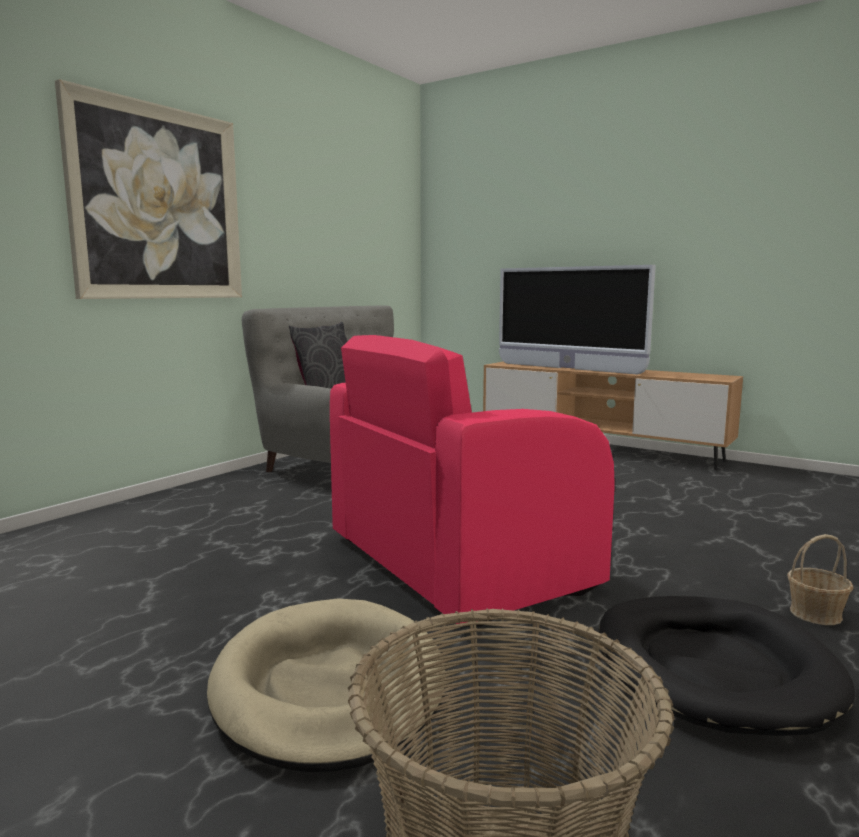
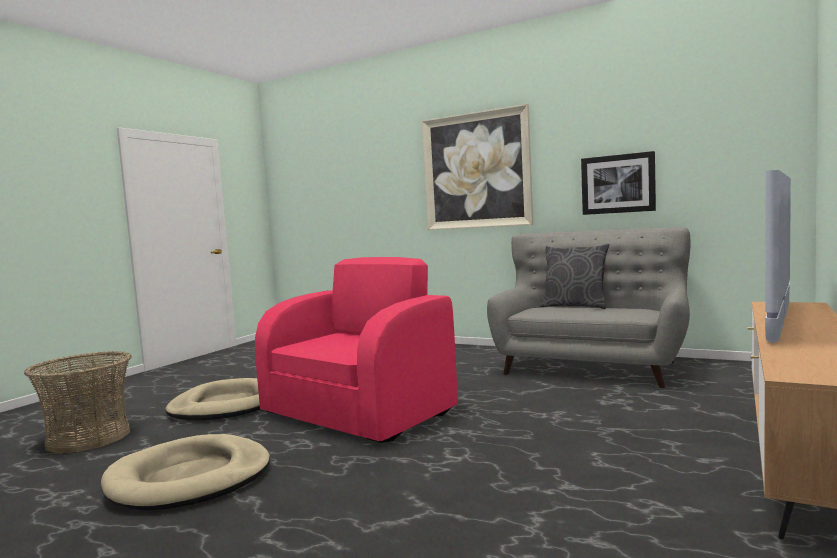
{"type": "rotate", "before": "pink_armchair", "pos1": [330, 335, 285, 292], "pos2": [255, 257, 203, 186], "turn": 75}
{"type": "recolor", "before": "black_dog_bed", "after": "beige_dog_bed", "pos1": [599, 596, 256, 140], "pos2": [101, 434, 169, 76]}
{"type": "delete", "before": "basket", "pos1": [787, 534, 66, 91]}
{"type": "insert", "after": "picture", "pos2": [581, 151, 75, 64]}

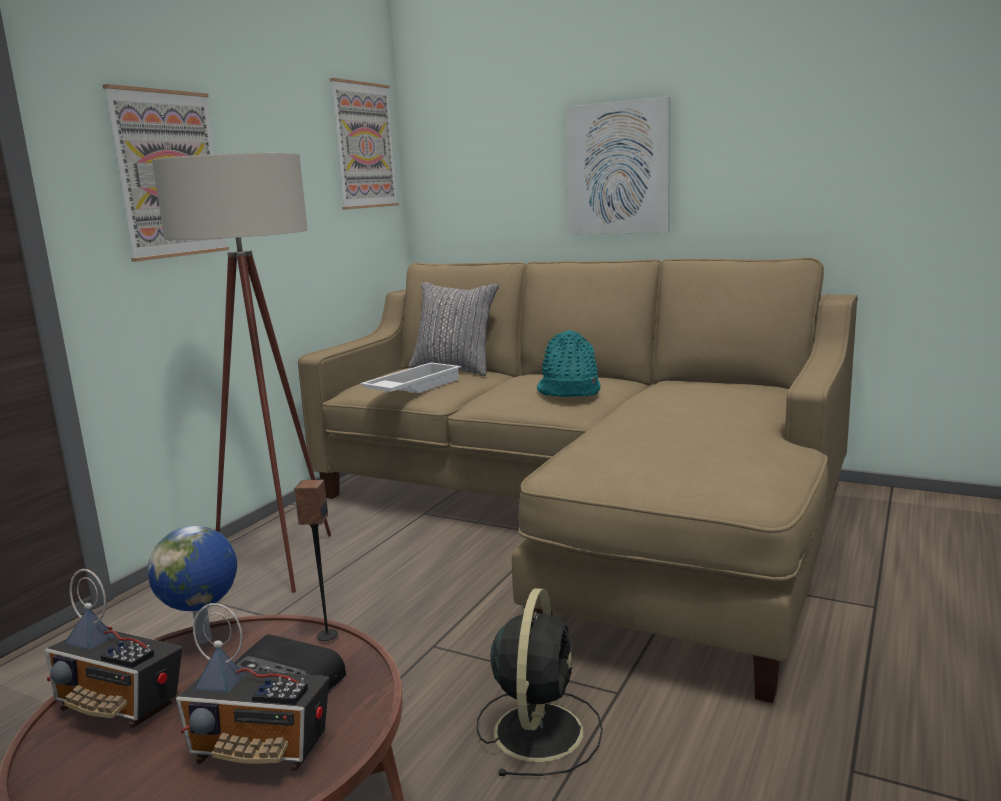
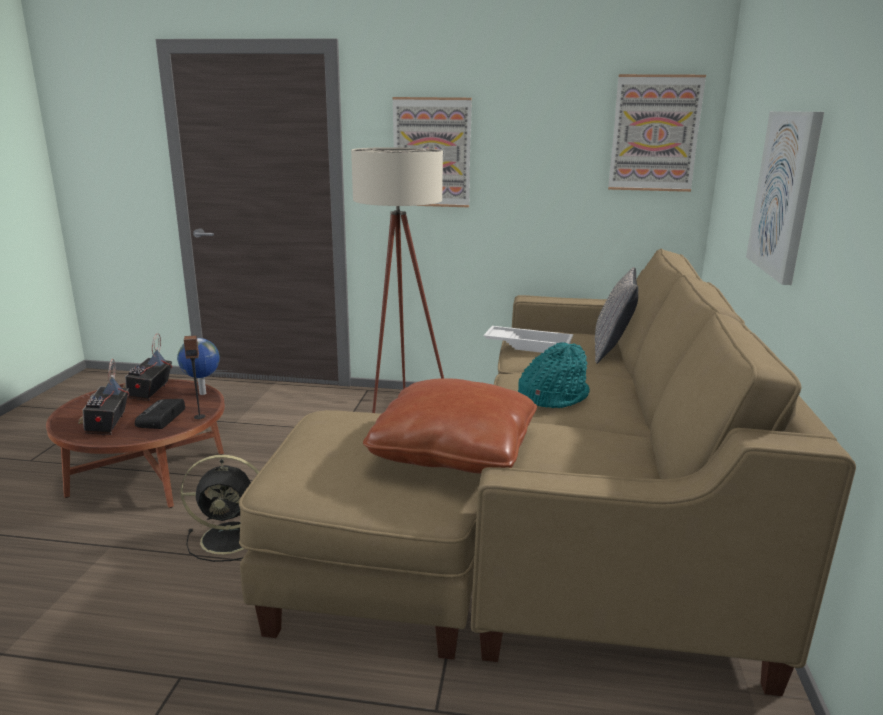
{"type": "insert", "after": "brown_pillow", "pos2": [363, 378, 174, 96]}

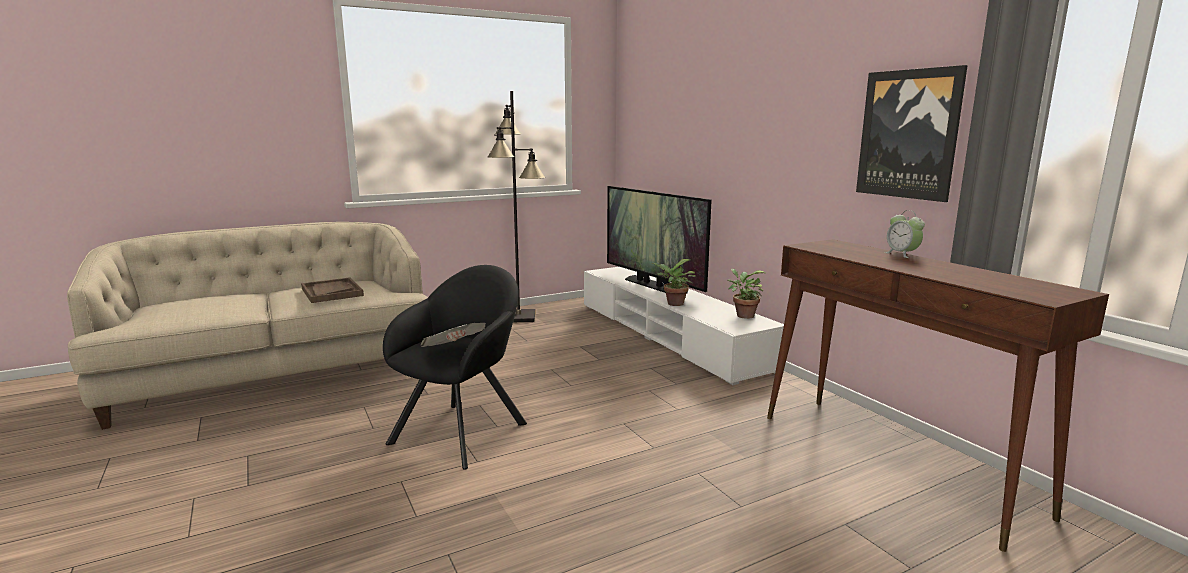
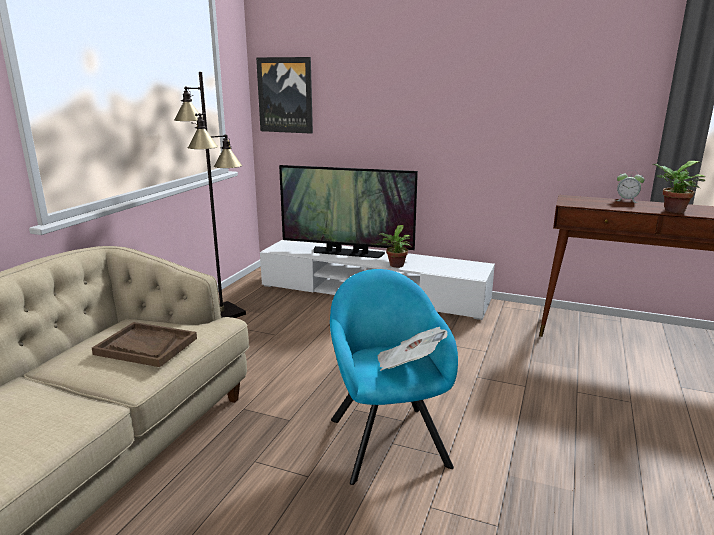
{"type": "recolor", "before": "black_armchair", "after": "turquoise_armchair", "pos1": [383, 265, 144, 205], "pos2": [330, 269, 128, 216]}
{"type": "move", "before": "potted_plant", "pos1": [727, 269, 38, 50], "pos2": [652, 161, 53, 52]}
{"type": "move", "before": "picture", "pos1": [856, 65, 112, 137], "pos2": [256, 57, 57, 77]}

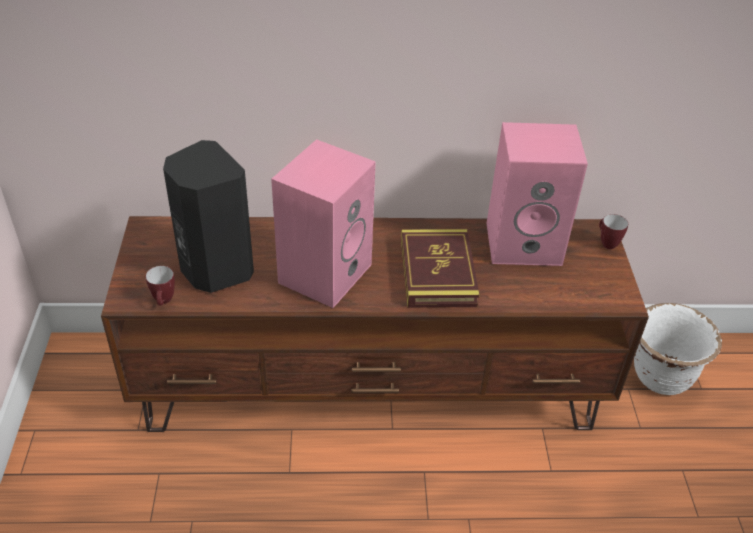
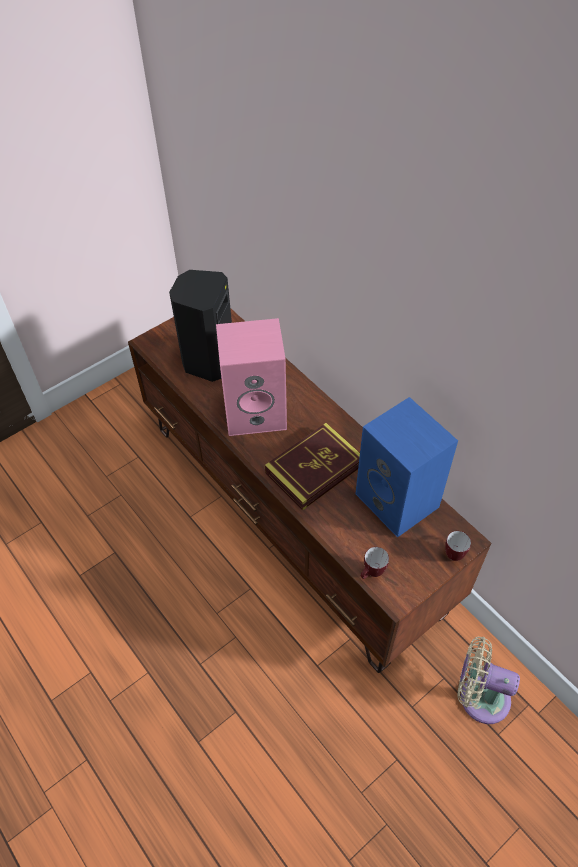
{"type": "move", "before": "mug", "pos1": [146, 266, 29, 40], "pos2": [361, 547, 28, 32]}
{"type": "recolor", "before": "pink_speaker", "after": "blue_speaker", "pos1": [486, 122, 102, 144], "pos2": [355, 397, 103, 141]}
{"type": "replace", "before": "white_planter", "after": "beige_fan", "pos1": [634, 303, 88, 92], "pos2": [457, 637, 63, 87]}

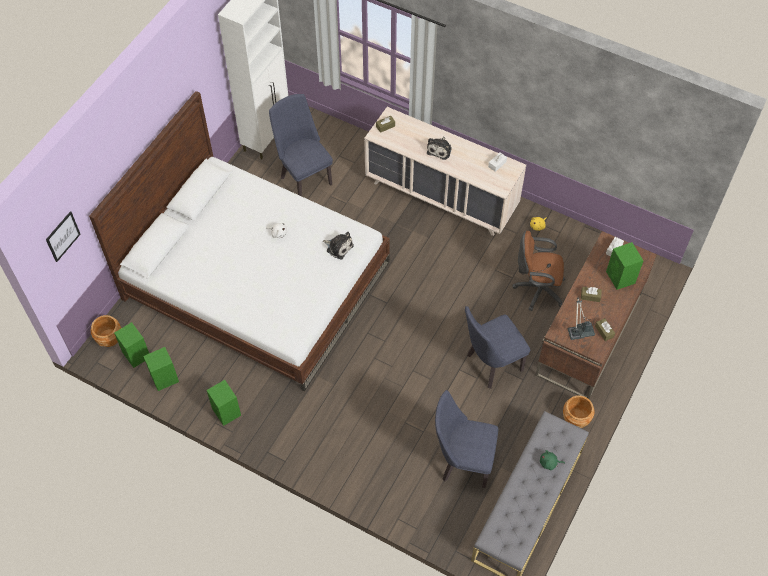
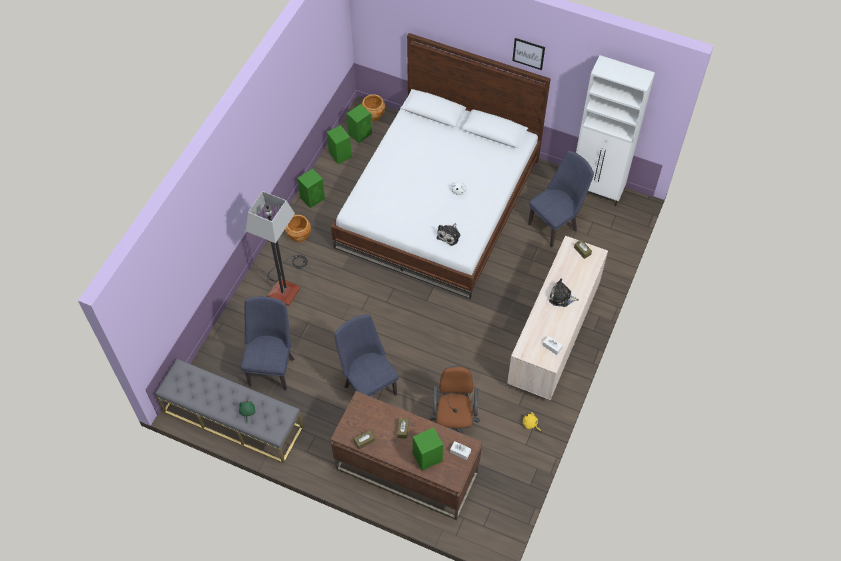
{"type": "move", "before": "picture", "pos1": [46, 211, 35, 51], "pos2": [512, 38, 33, 32]}
{"type": "move", "before": "brown_planter", "pos1": [563, 395, 32, 33], "pos2": [285, 215, 26, 27]}
{"type": "delete", "before": "table_lamp", "pos1": [568, 298, 27, 42]}
{"type": "insert", "after": "floor_lamp", "pos2": [245, 191, 63, 115]}

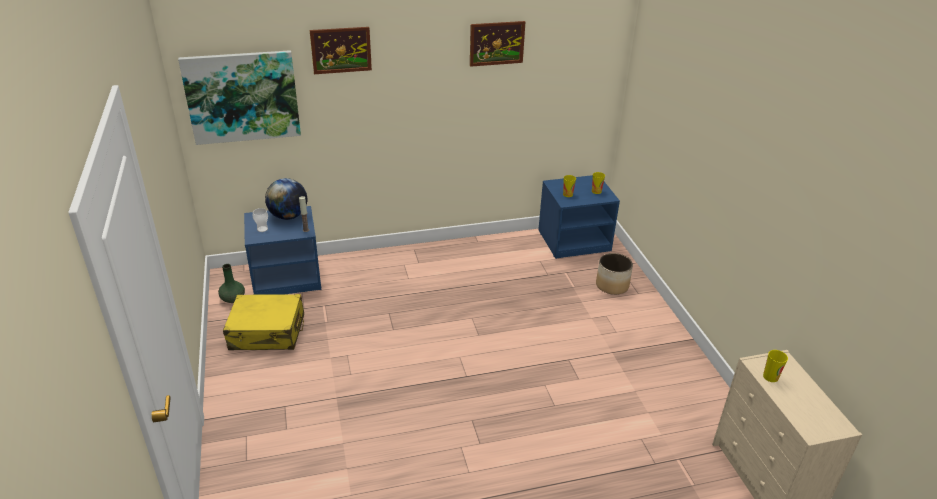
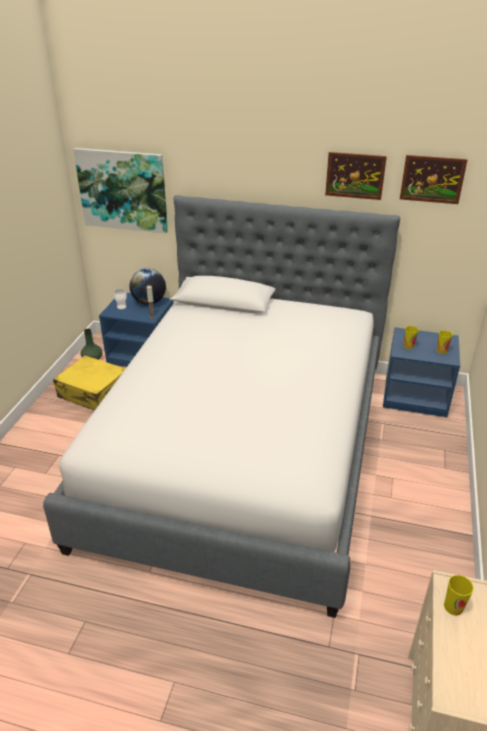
{"type": "move", "before": "picture", "pos1": [310, 27, 62, 47], "pos2": [400, 155, 67, 49]}
{"type": "delete", "before": "planter", "pos1": [596, 253, 37, 42]}
{"type": "insert", "after": "bed", "pos2": [43, 195, 357, 423]}

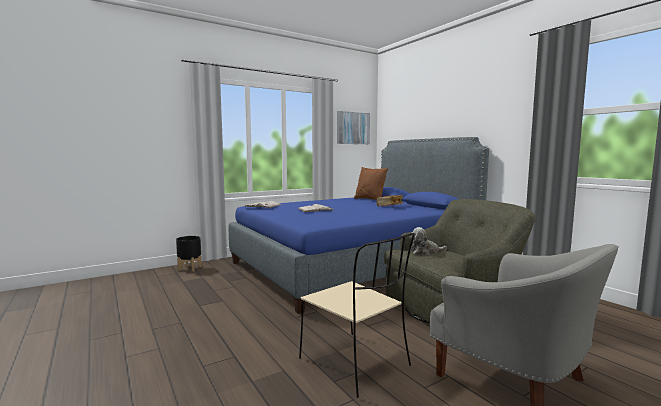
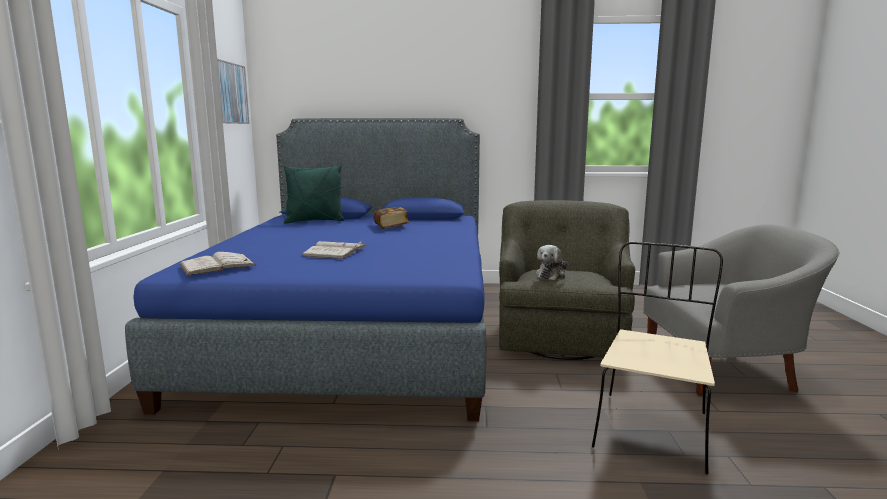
{"type": "delete", "before": "black_planter", "pos1": [176, 236, 26, 36]}
{"type": "rotate", "before": "beige_chair", "pos1": [299, 233, 116, 165], "pos2": [592, 242, 131, 232], "turn": -60}
{"type": "recolor", "before": "brown_pillow", "after": "green_pillow", "pos1": [354, 167, 34, 33], "pos2": [284, 166, 60, 58]}

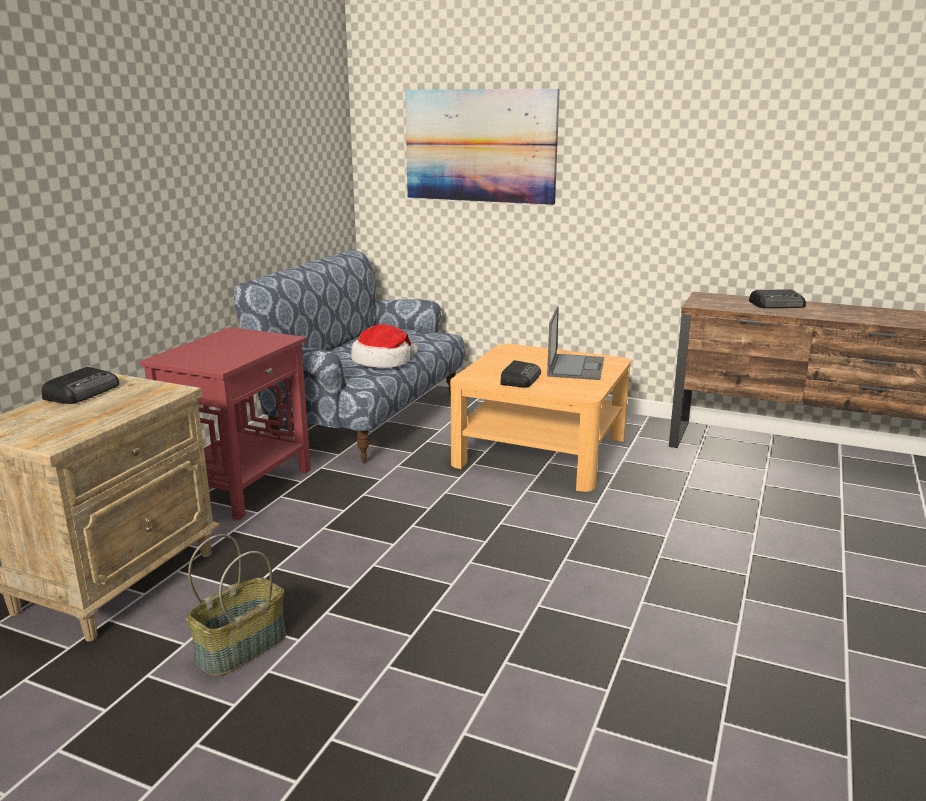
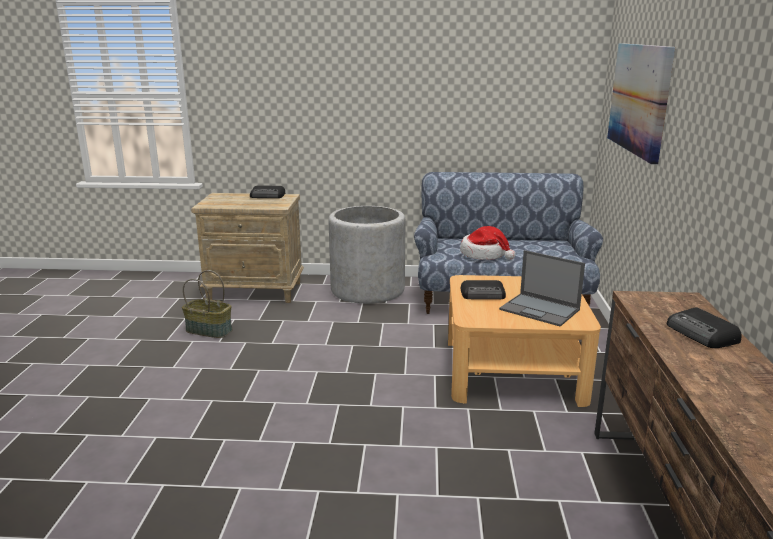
{"type": "replace", "before": "red_side_table", "after": "grey_planter", "pos1": [140, 327, 171, 193], "pos2": [329, 206, 77, 98]}
{"type": "rotate", "before": "laptop", "pos1": [547, 306, 57, 74], "pos2": [499, 250, 86, 77], "turn": 45}

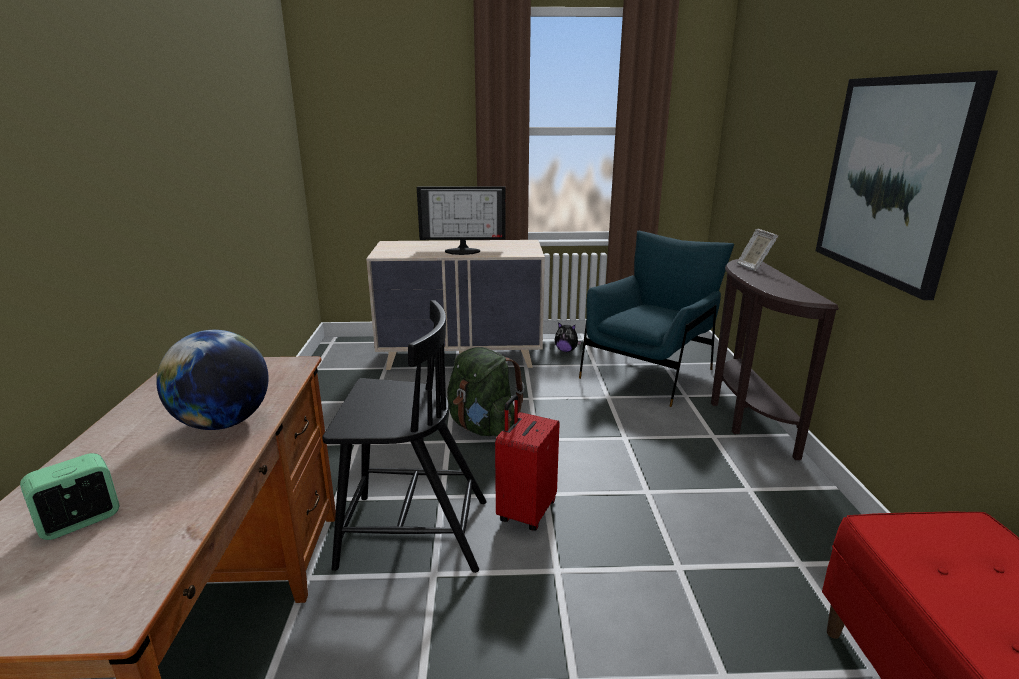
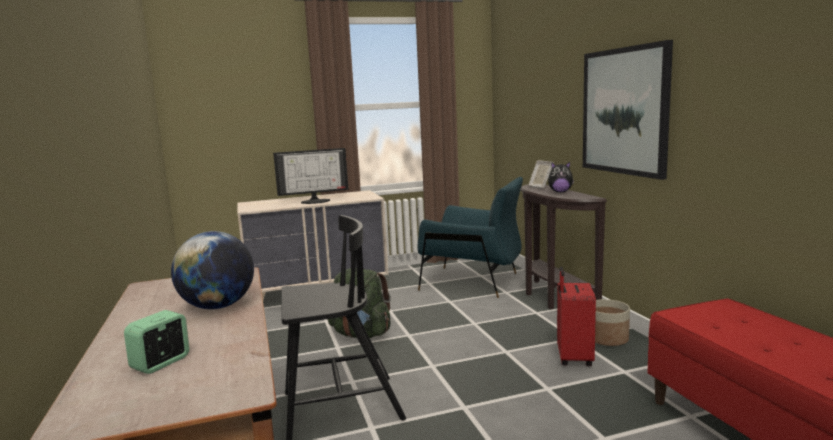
{"type": "move", "before": "red_suitcase", "pos1": [495, 395, 65, 136], "pos2": [557, 267, 39, 99]}
{"type": "move", "before": "plush_toy", "pos1": [555, 322, 27, 30], "pos2": [548, 162, 26, 31]}
{"type": "rotate", "before": "blue_armchair", "pos1": [579, 231, 155, 176], "pos2": [417, 177, 106, 121], "turn": 90}
{"type": "insert", "after": "planter", "pos2": [595, 299, 35, 47]}

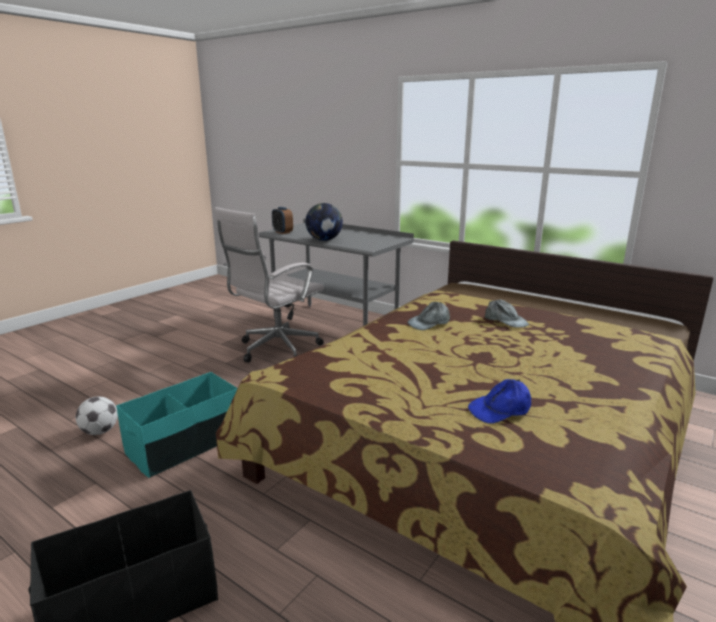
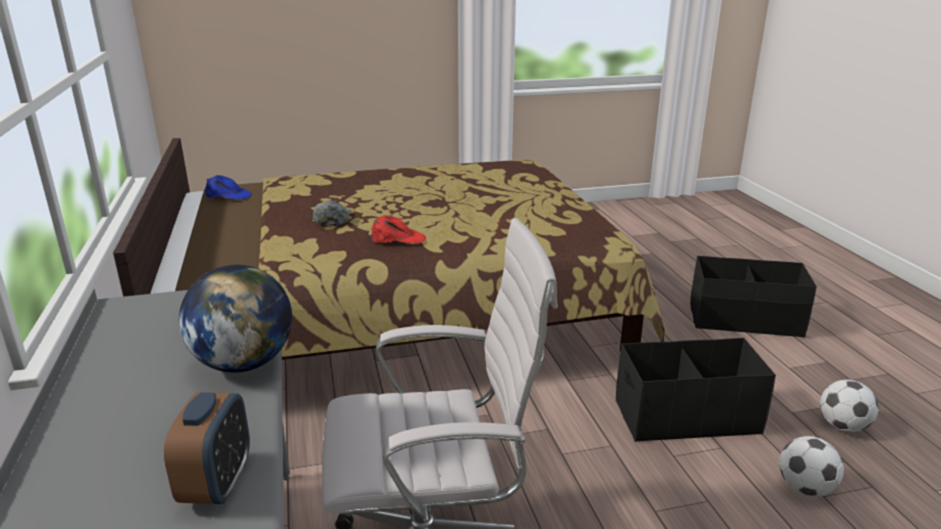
{"type": "recolor", "before": "turquoise_storage_box", "after": "black_storage_box", "pos1": [116, 372, 122, 106], "pos2": [616, 338, 160, 104]}
{"type": "recolor", "before": "grey_cap", "after": "red_cap", "pos1": [407, 302, 43, 28], "pos2": [371, 215, 55, 29]}
{"type": "move", "before": "blue_cap", "pos1": [468, 379, 63, 45], "pos2": [205, 175, 47, 25]}
{"type": "insert", "after": "football", "pos2": [820, 380, 58, 52]}

